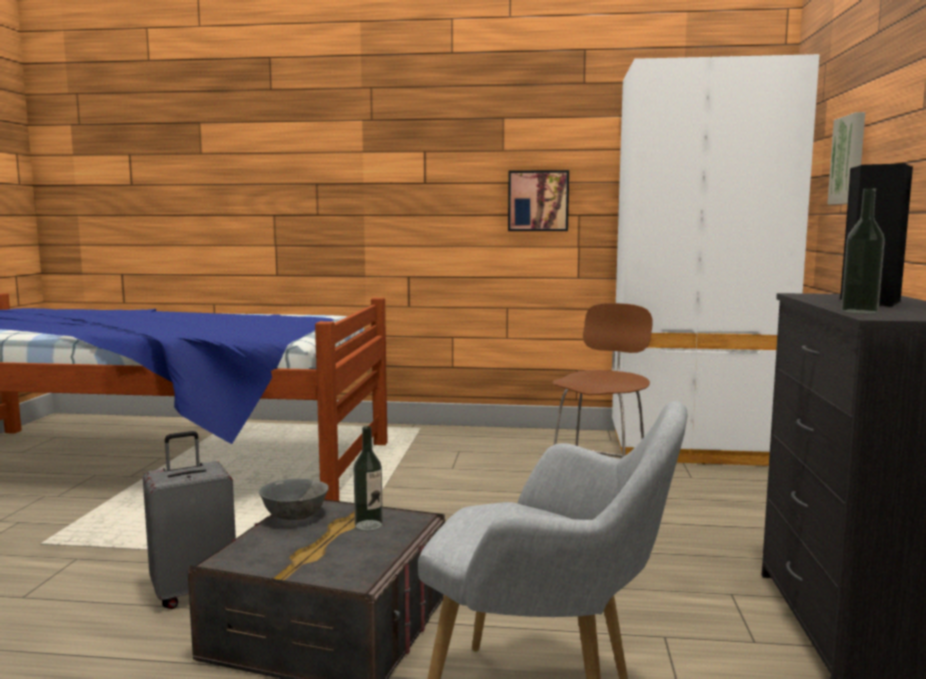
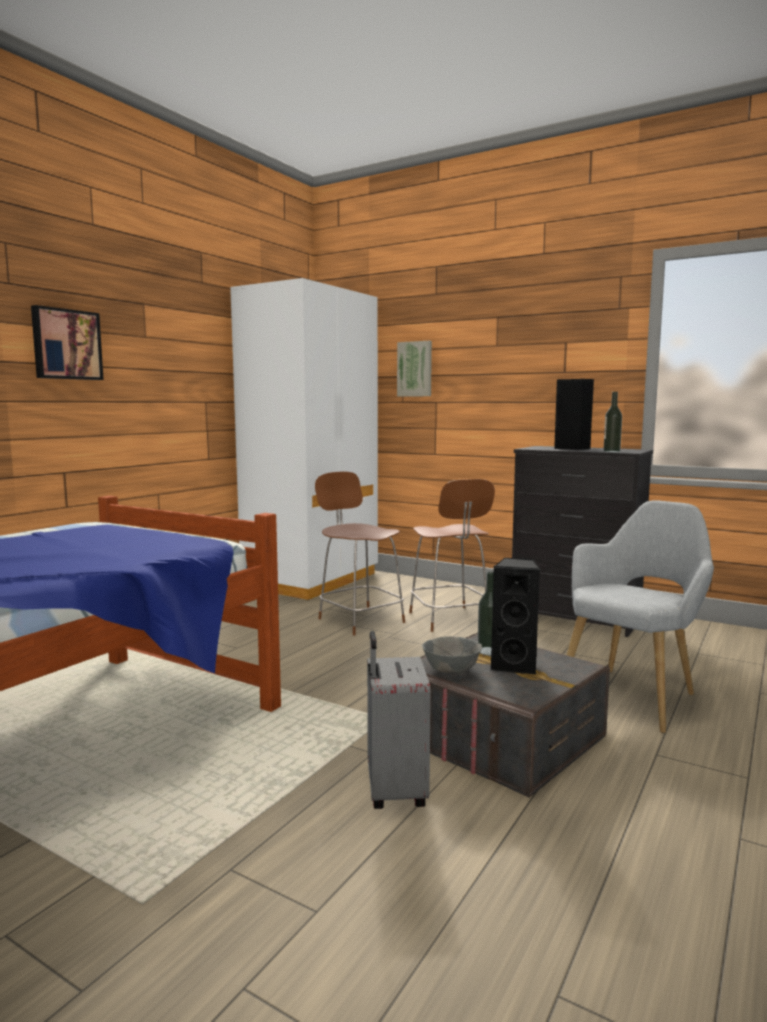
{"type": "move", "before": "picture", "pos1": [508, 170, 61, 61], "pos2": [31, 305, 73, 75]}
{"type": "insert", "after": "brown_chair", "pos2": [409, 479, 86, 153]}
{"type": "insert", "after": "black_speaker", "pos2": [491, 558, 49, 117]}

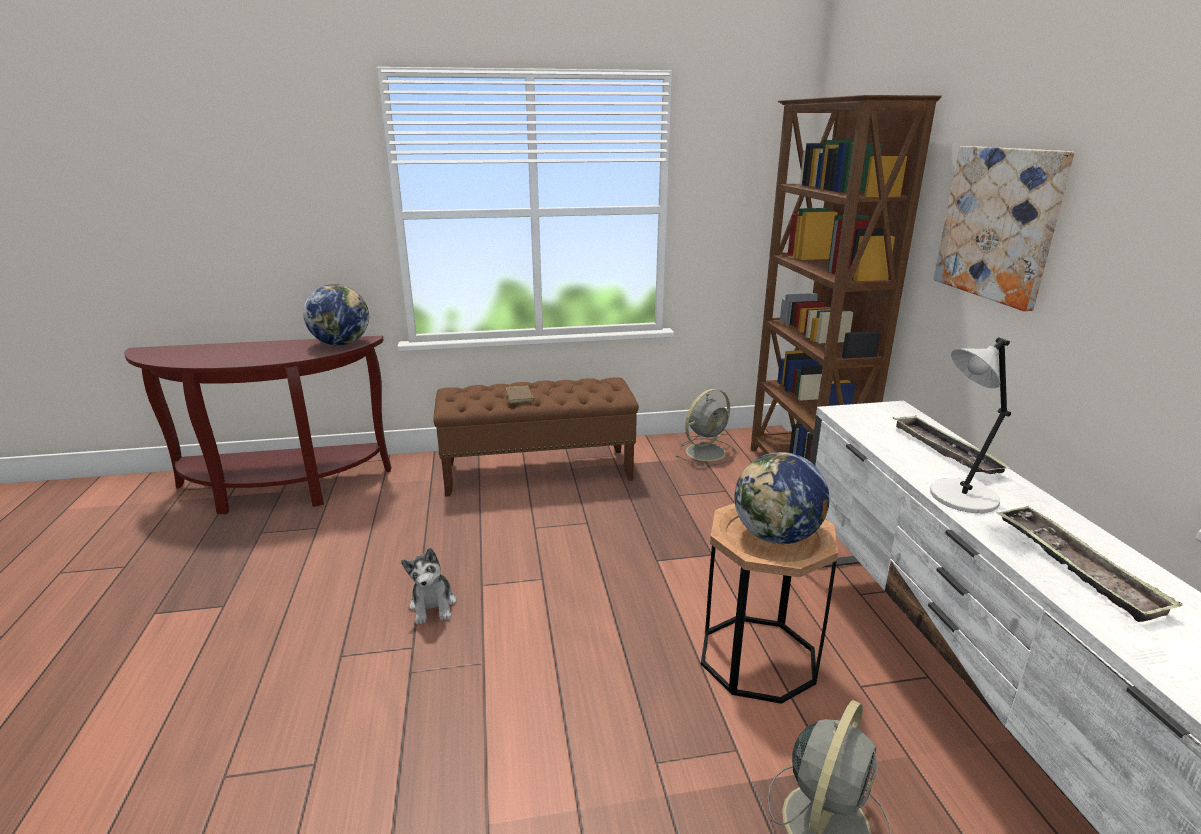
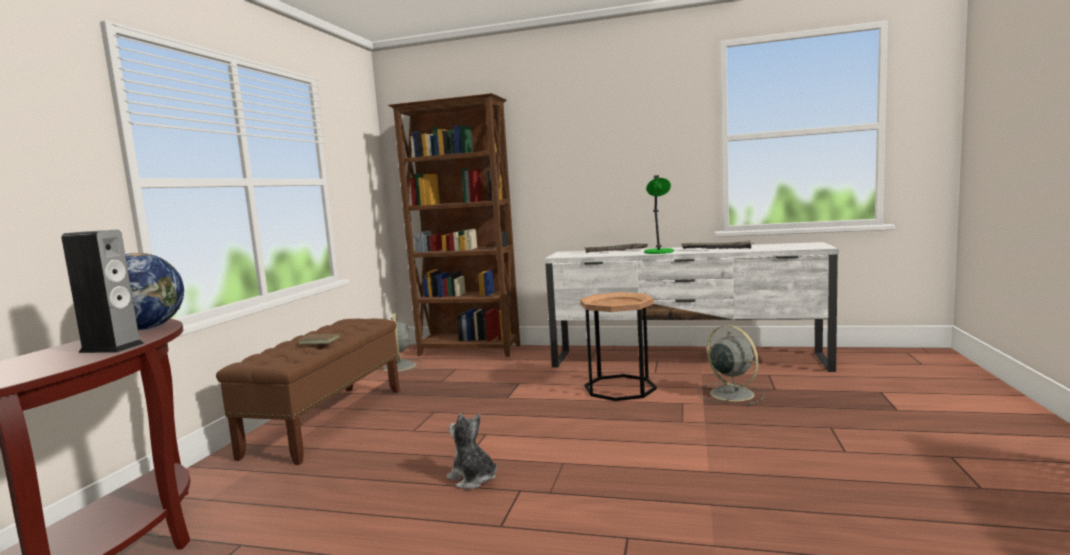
{"type": "rotate", "before": "plush_toy", "pos1": [401, 548, 56, 76], "pos2": [446, 413, 51, 76], "turn": -150}
{"type": "delete", "before": "globe", "pos1": [735, 452, 94, 92]}
{"type": "recolor", "before": "grey_table_lamp", "after": "green_table_lamp", "pos1": [930, 337, 81, 176], "pos2": [644, 175, 30, 79]}
{"type": "delete", "before": "picture", "pos1": [934, 146, 140, 165]}
{"type": "insert", "after": "speaker", "pos2": [61, 230, 83, 123]}

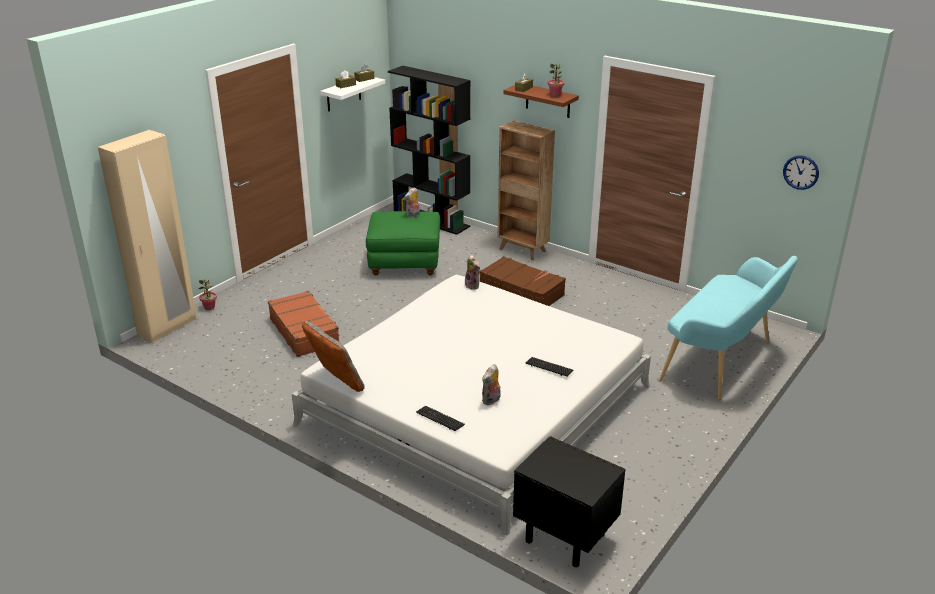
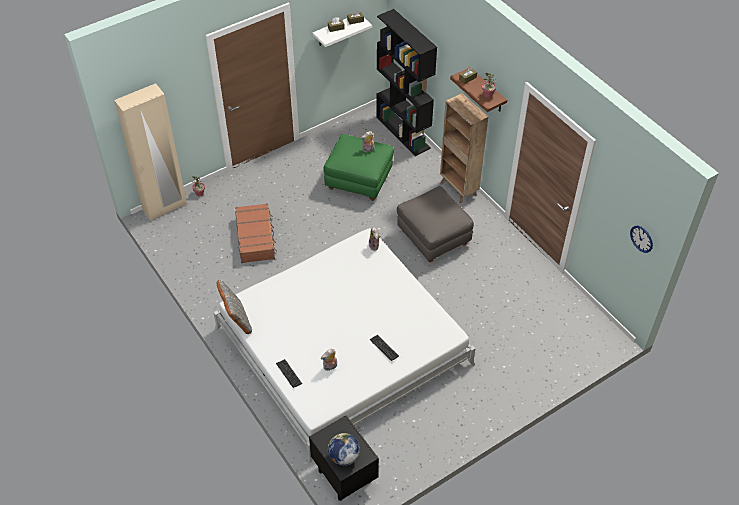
{"type": "replace", "before": "brown_suitcase", "after": "grey_ottoman", "pos1": [480, 256, 86, 50], "pos2": [397, 186, 77, 76]}
{"type": "delete", "before": "turquoise_bench", "pos1": [659, 256, 139, 144]}
{"type": "insert", "after": "globe", "pos2": [328, 433, 32, 33]}

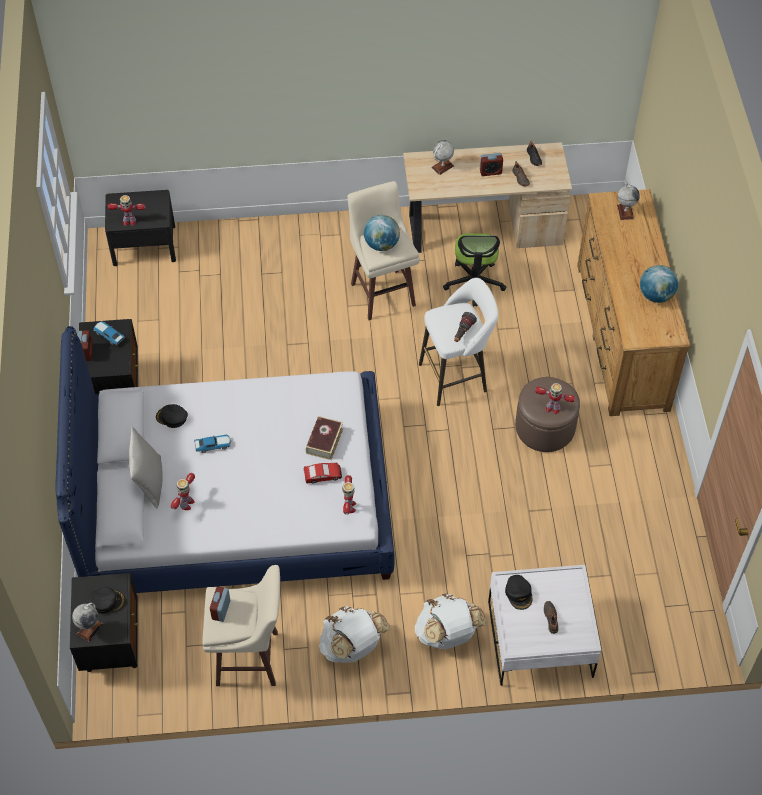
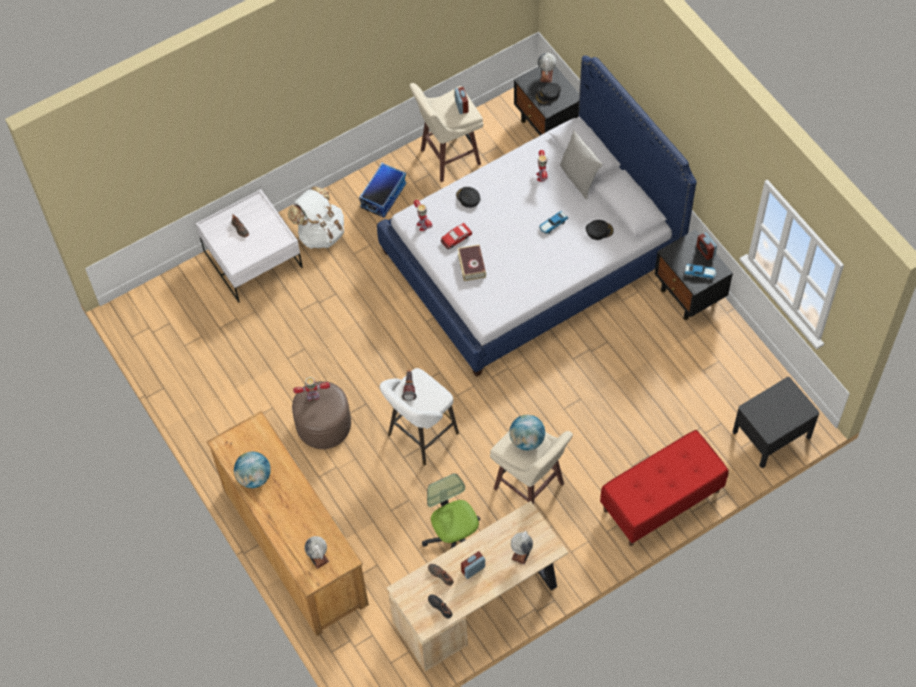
{"type": "delete", "before": "toy_robot", "pos1": [108, 195, 37, 31]}
{"type": "replace", "before": "white_backpack", "after": "storage_box", "pos1": [319, 606, 70, 57], "pos2": [359, 163, 47, 55]}
{"type": "move", "before": "black_cap", "pos1": [505, 575, 27, 35], "pos2": [456, 187, 25, 21]}
{"type": "insert", "after": "red_bench", "pos2": [600, 430, 129, 116]}

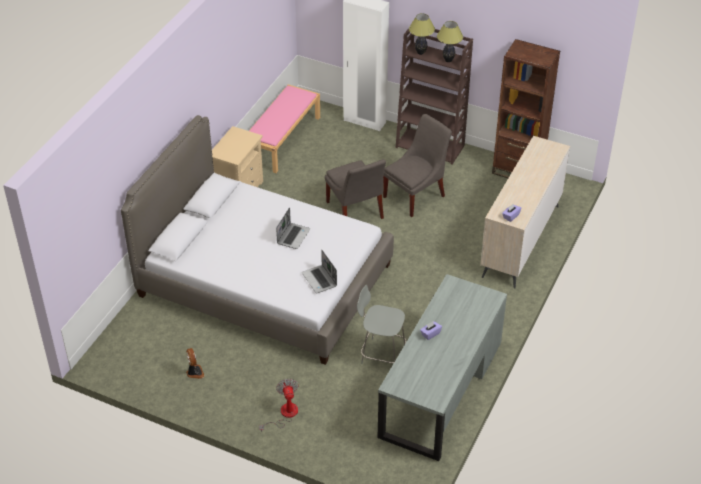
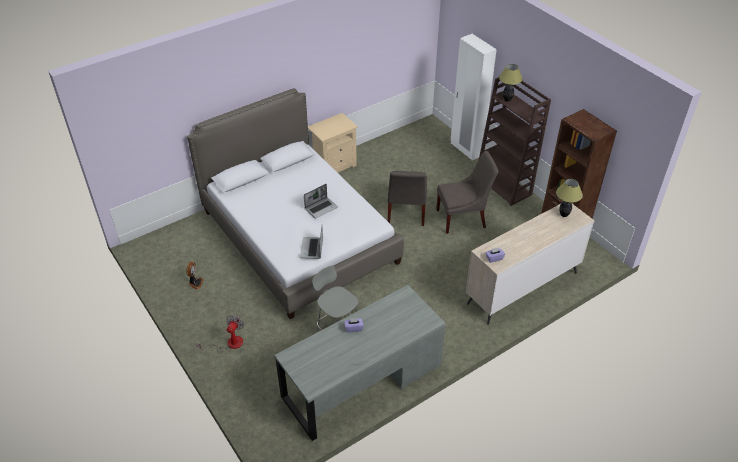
{"type": "delete", "before": "pink_bench", "pos1": [249, 84, 71, 89]}
{"type": "move", "before": "table_lamp", "pos1": [437, 21, 26, 41], "pos2": [556, 179, 27, 38]}

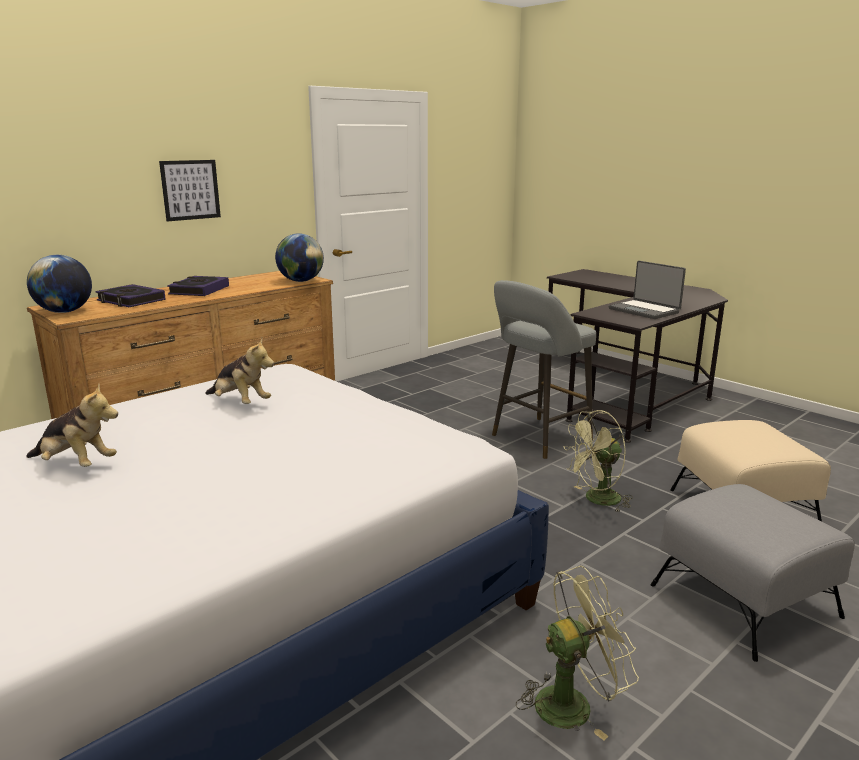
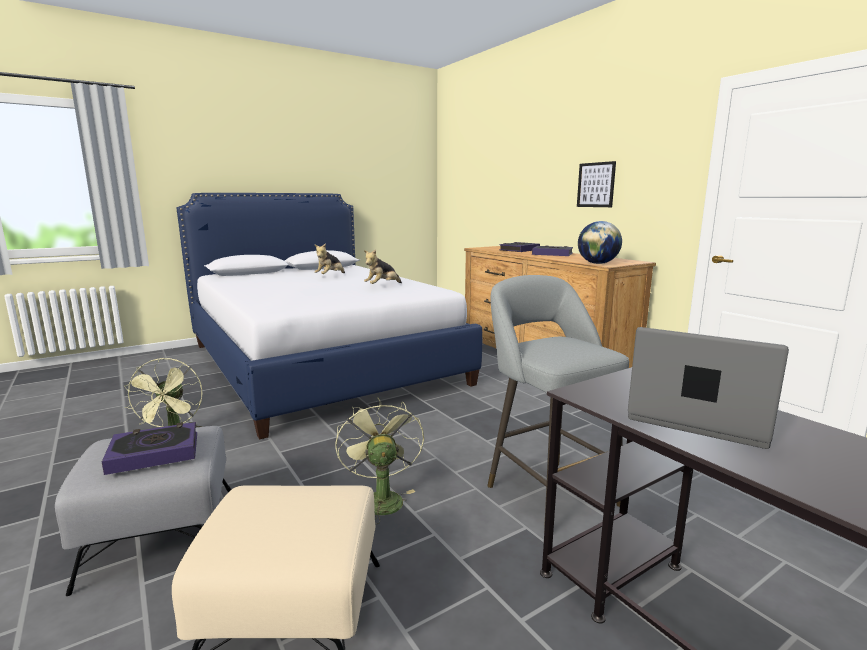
{"type": "delete", "before": "globe", "pos1": [27, 255, 65, 58]}
{"type": "rotate", "before": "laptop", "pos1": [609, 261, 77, 58], "pos2": [628, 327, 161, 122], "turn": 60}
{"type": "insert", "after": "book", "pos2": [102, 422, 95, 53]}

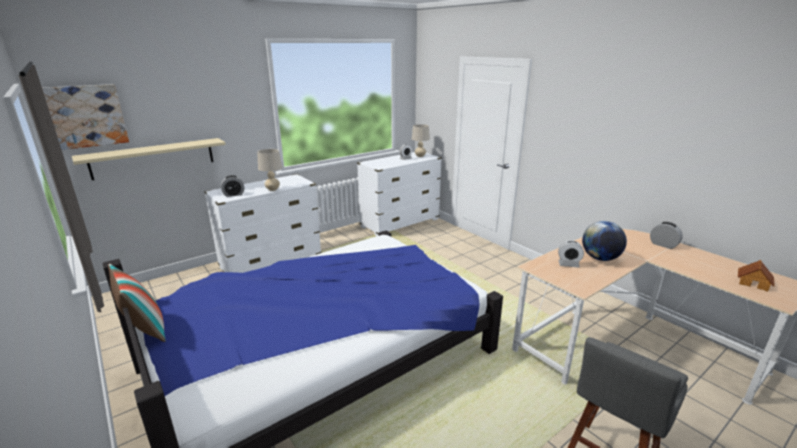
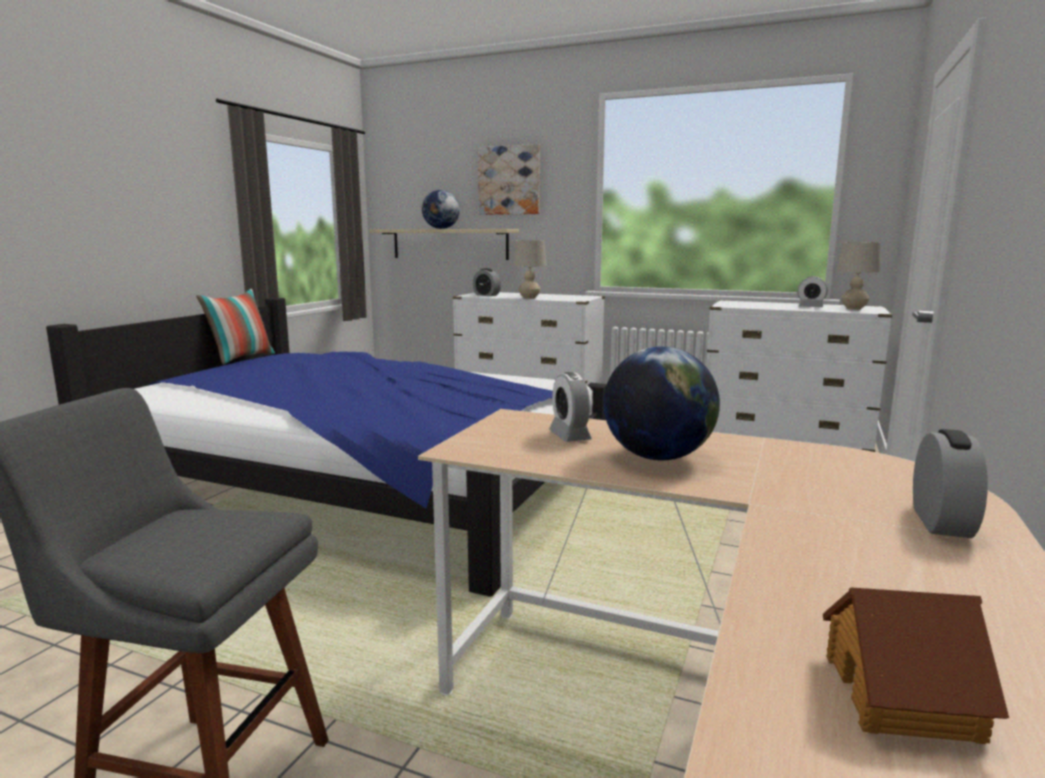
{"type": "move", "before": "picture", "pos1": [42, 84, 87, 66], "pos2": [478, 144, 62, 71]}
{"type": "insert", "after": "globe", "pos2": [421, 190, 39, 39]}

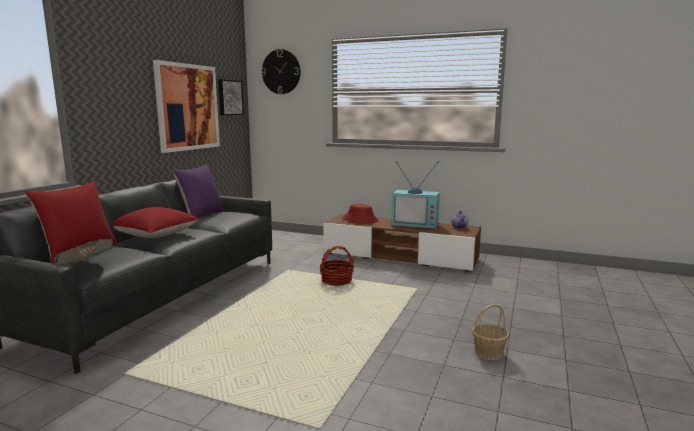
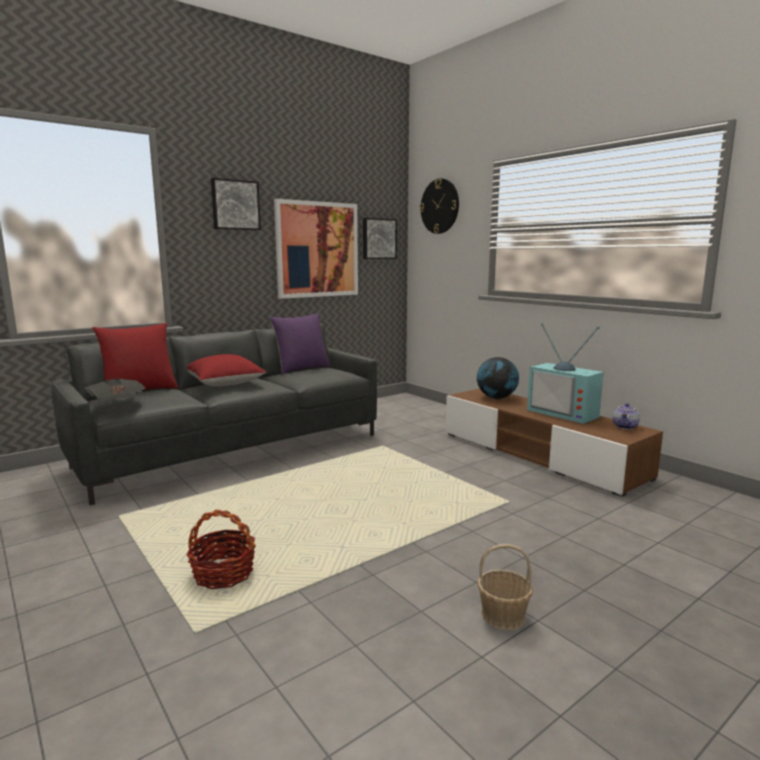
{"type": "move", "before": "basket", "pos1": [320, 246, 34, 40], "pos2": [187, 510, 69, 80]}
{"type": "replace", "before": "red_hat", "after": "globe", "pos1": [343, 204, 35, 19], "pos2": [477, 357, 42, 42]}
{"type": "insert", "after": "picture", "pos2": [211, 178, 50, 52]}

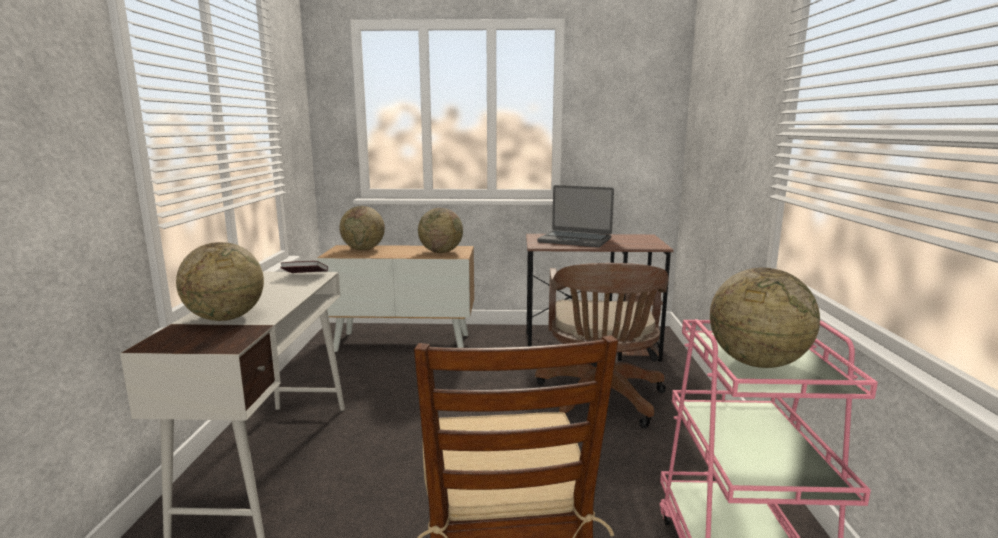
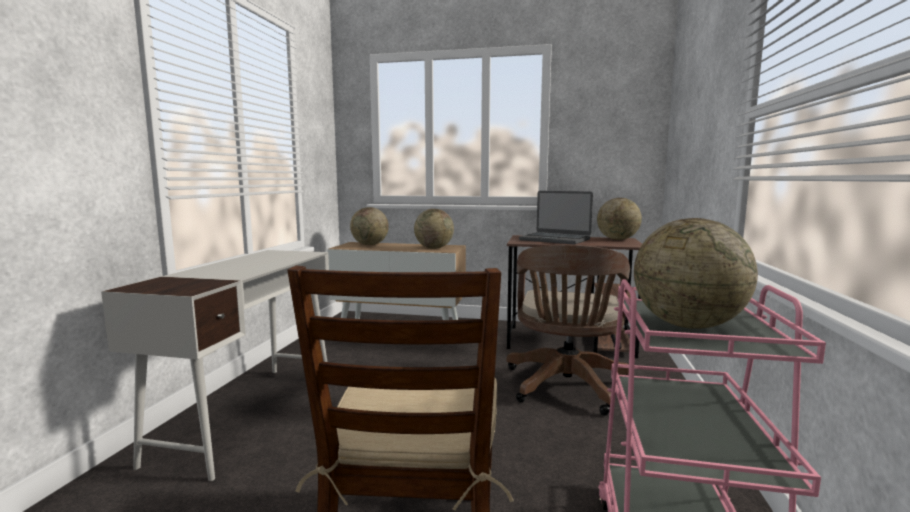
{"type": "move", "before": "globe", "pos1": [176, 242, 88, 79], "pos2": [597, 198, 45, 42]}
{"type": "delete", "before": "book", "pos1": [281, 261, 47, 12]}

